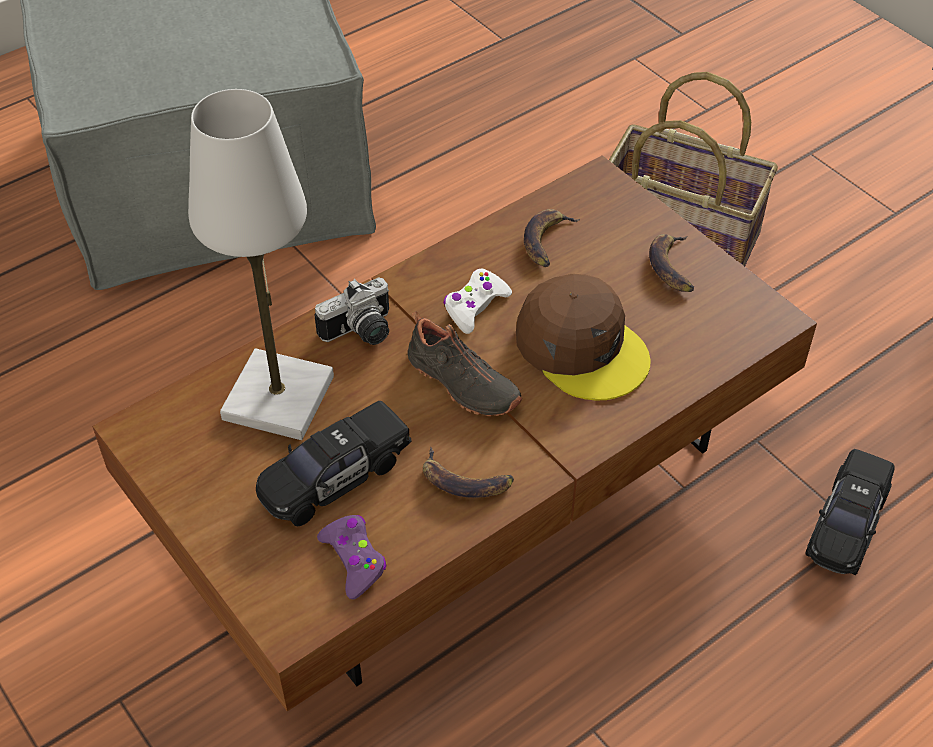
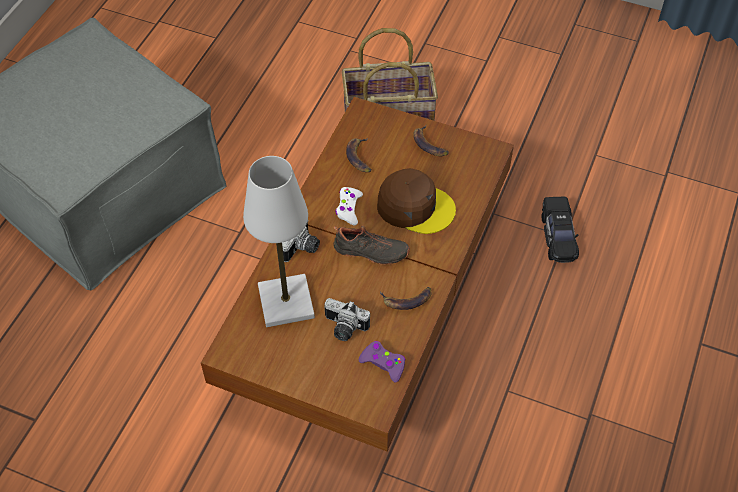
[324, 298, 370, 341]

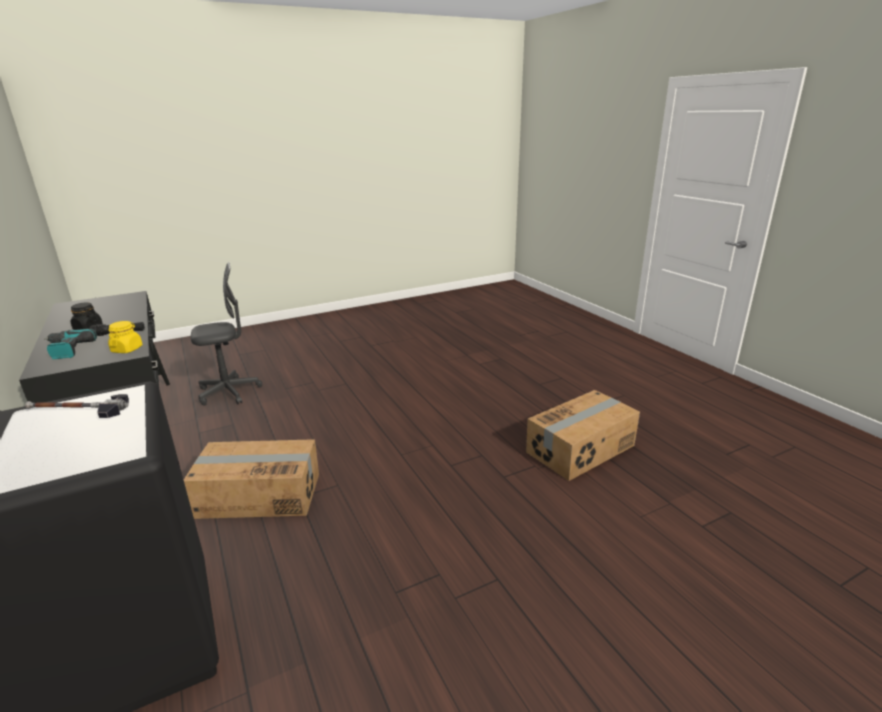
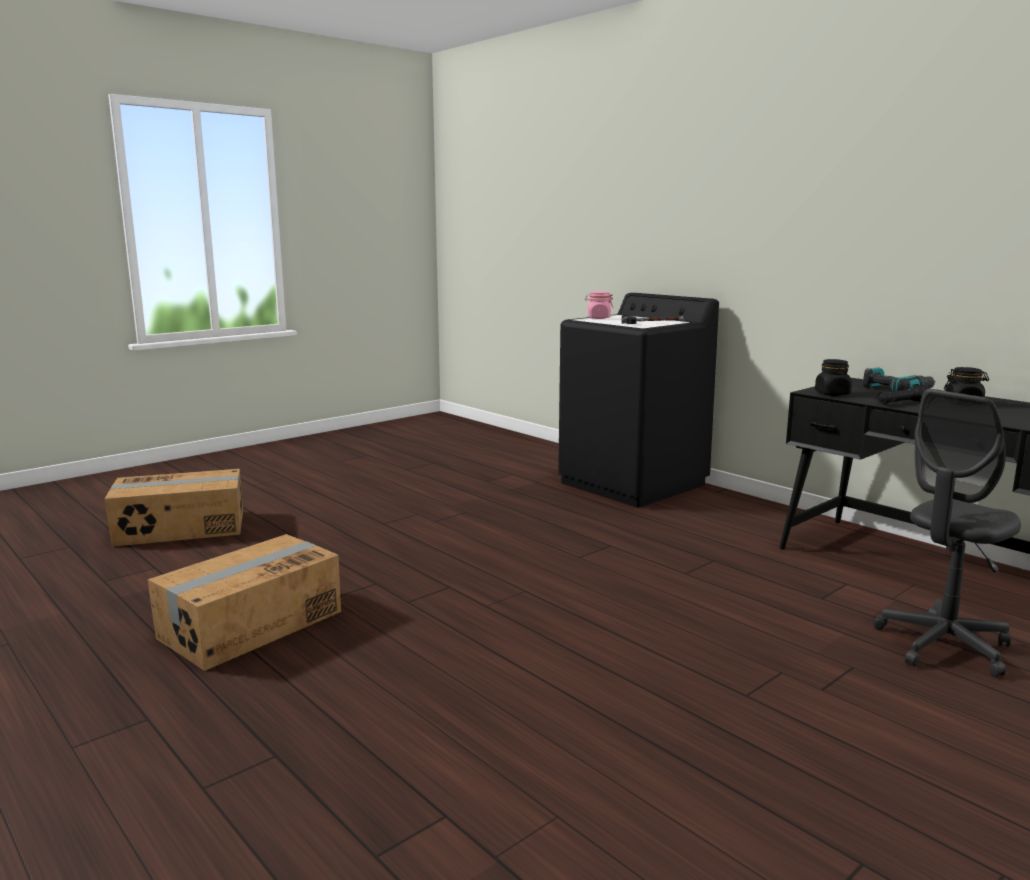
[105, 469, 243, 547]
[585, 291, 613, 319]
[815, 359, 852, 395]

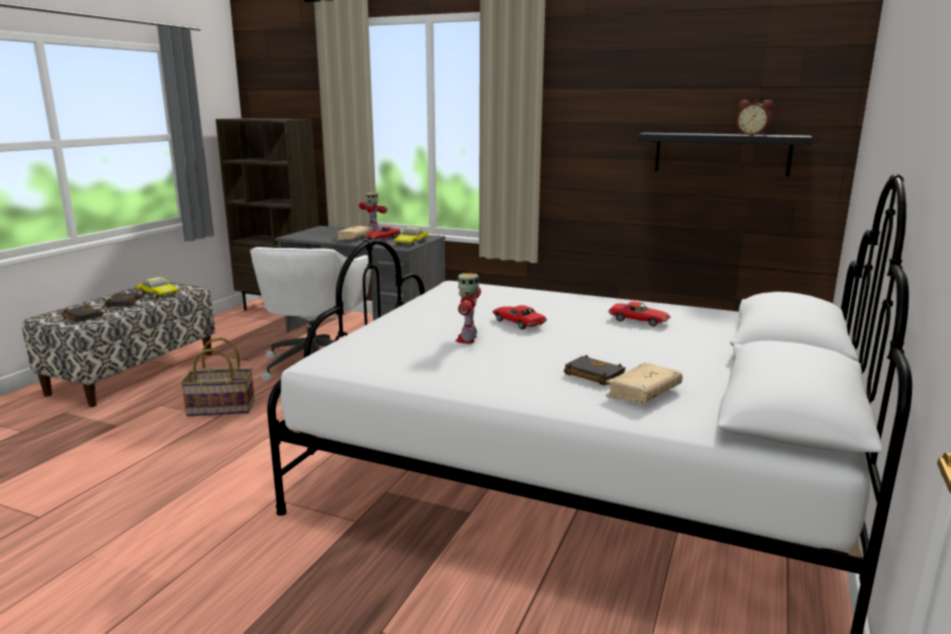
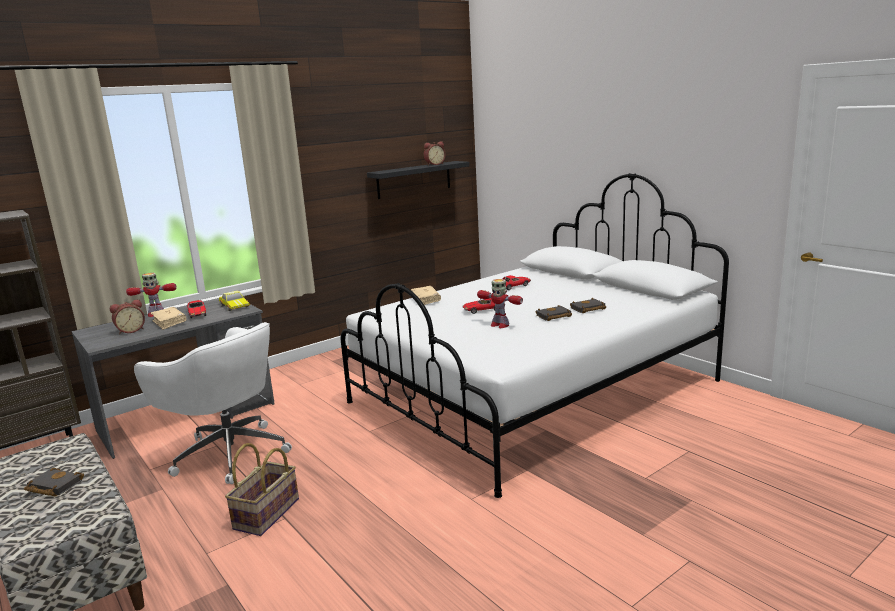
[110, 299, 145, 335]
[411, 286, 441, 305]
[535, 305, 572, 321]
[136, 277, 180, 298] (first image)

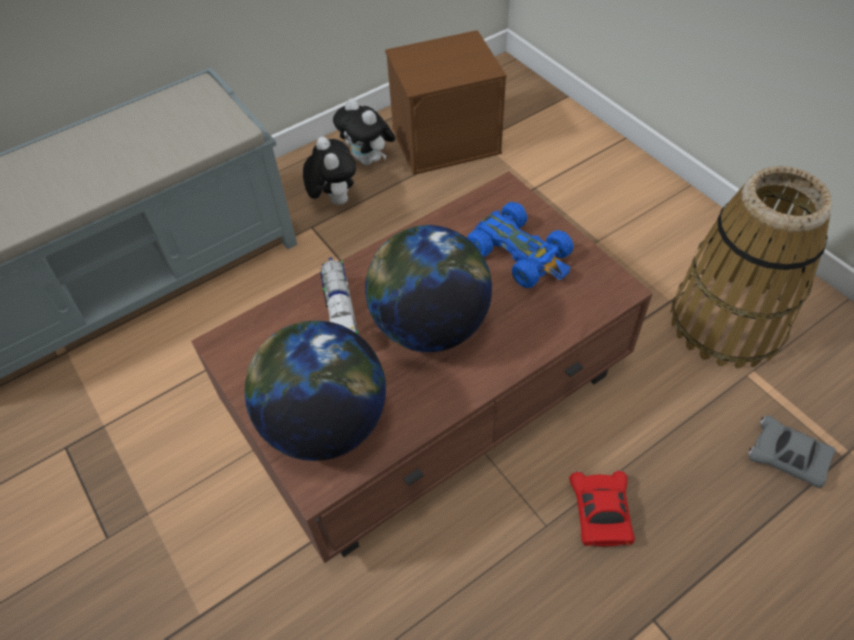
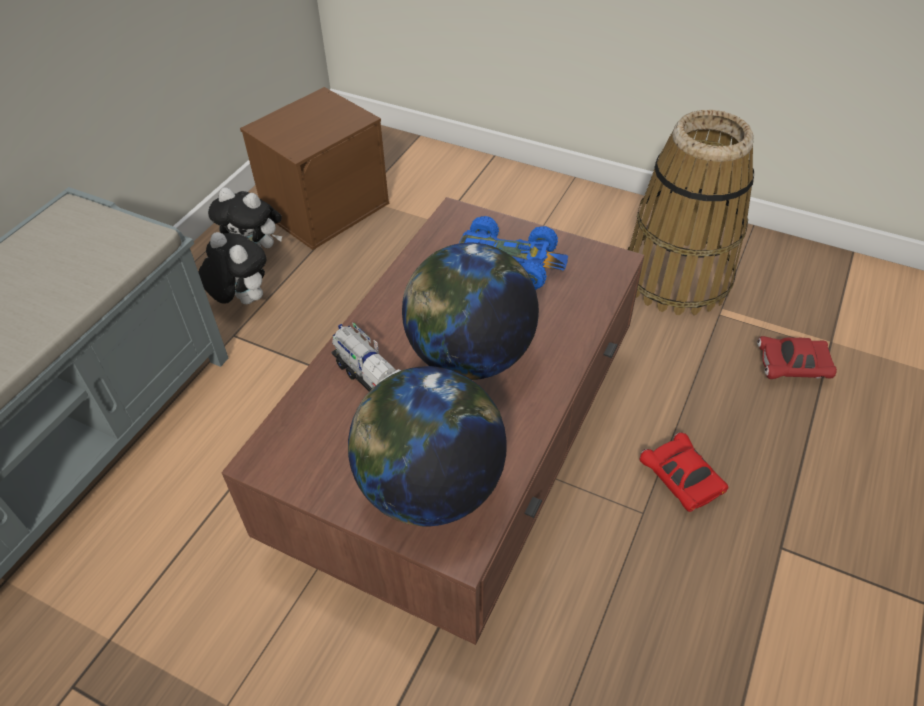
[757, 336, 837, 379]

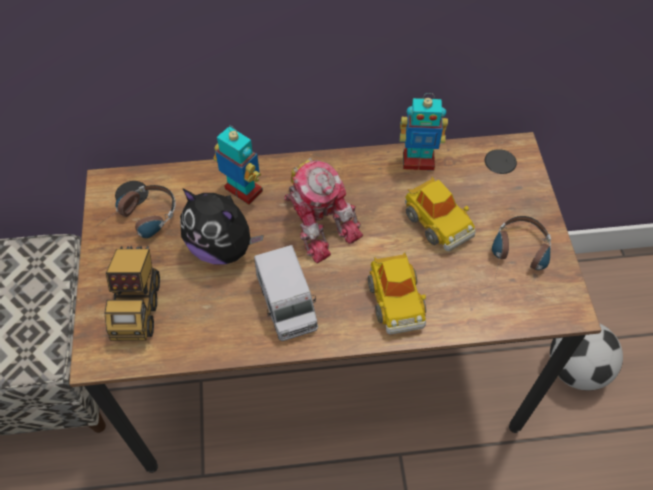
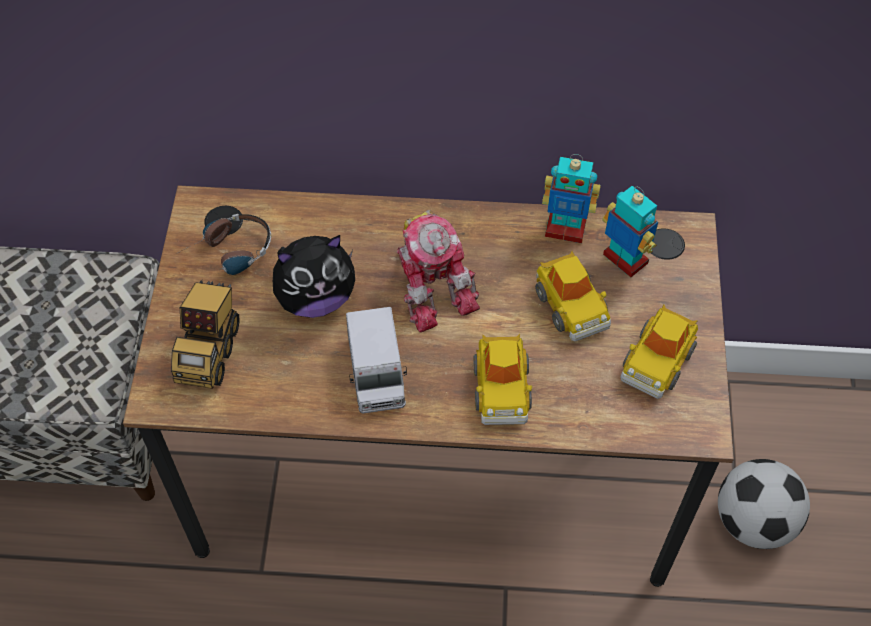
[273, 235, 355, 318]
[602, 186, 658, 277]
[620, 305, 698, 399]

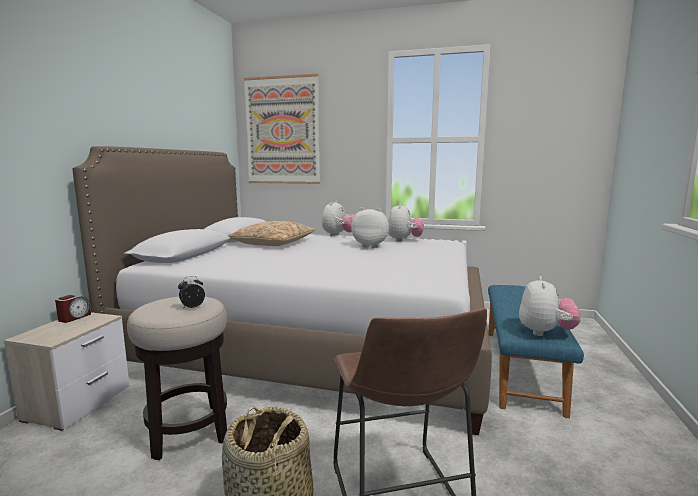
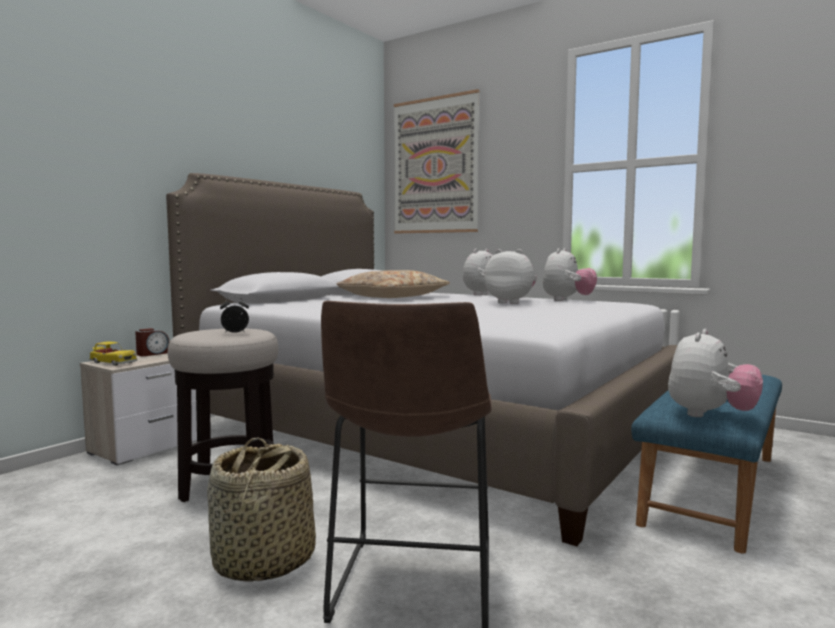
[89, 341, 137, 366]

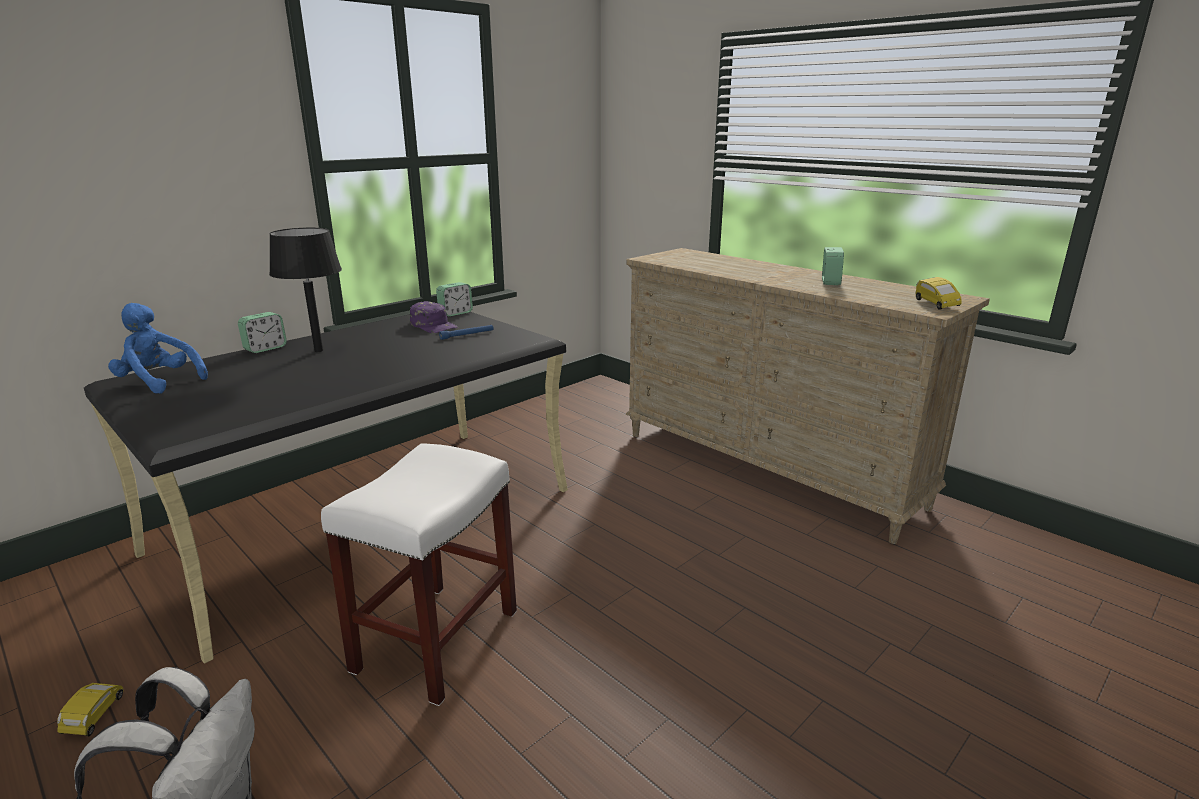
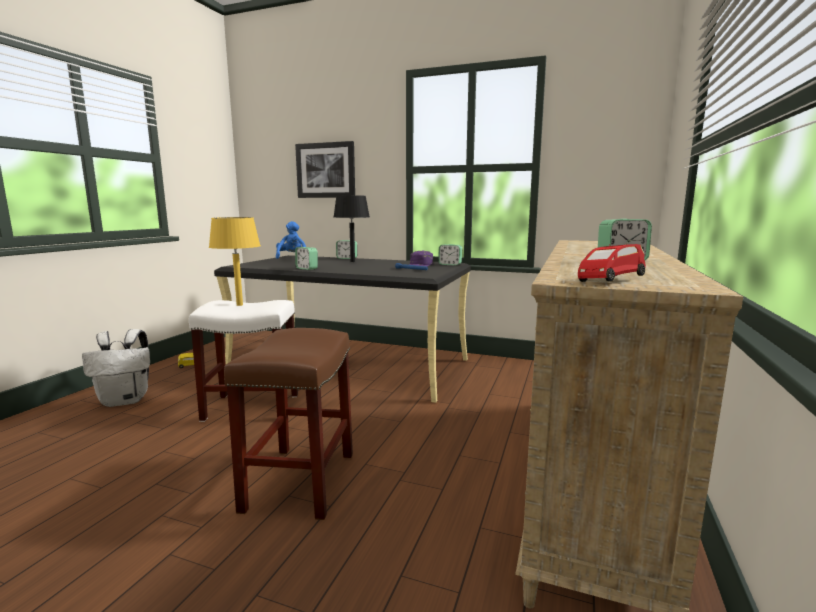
[209, 217, 261, 306]
[224, 328, 353, 520]
[295, 141, 355, 198]
[295, 247, 318, 270]
[578, 244, 646, 282]

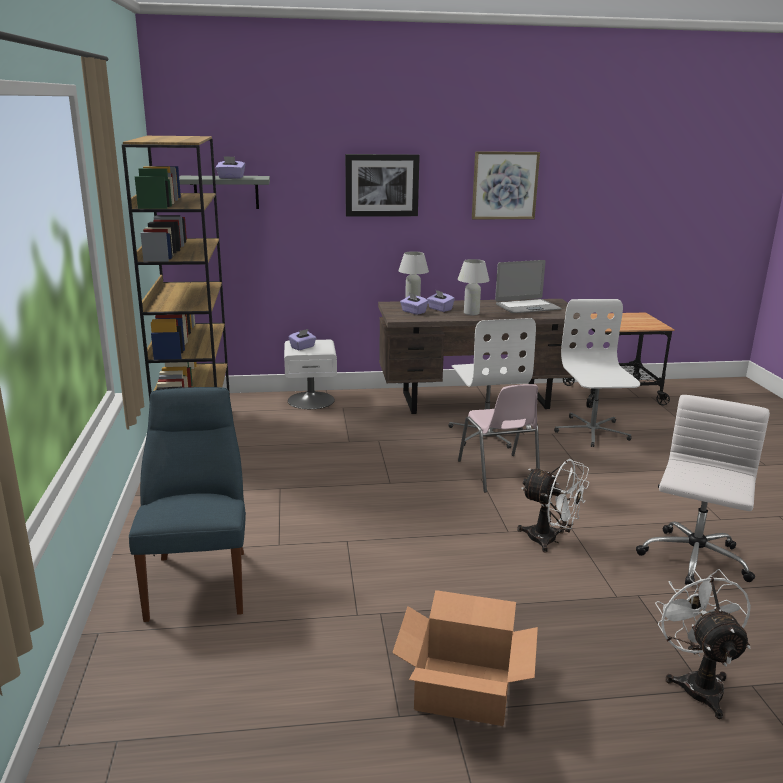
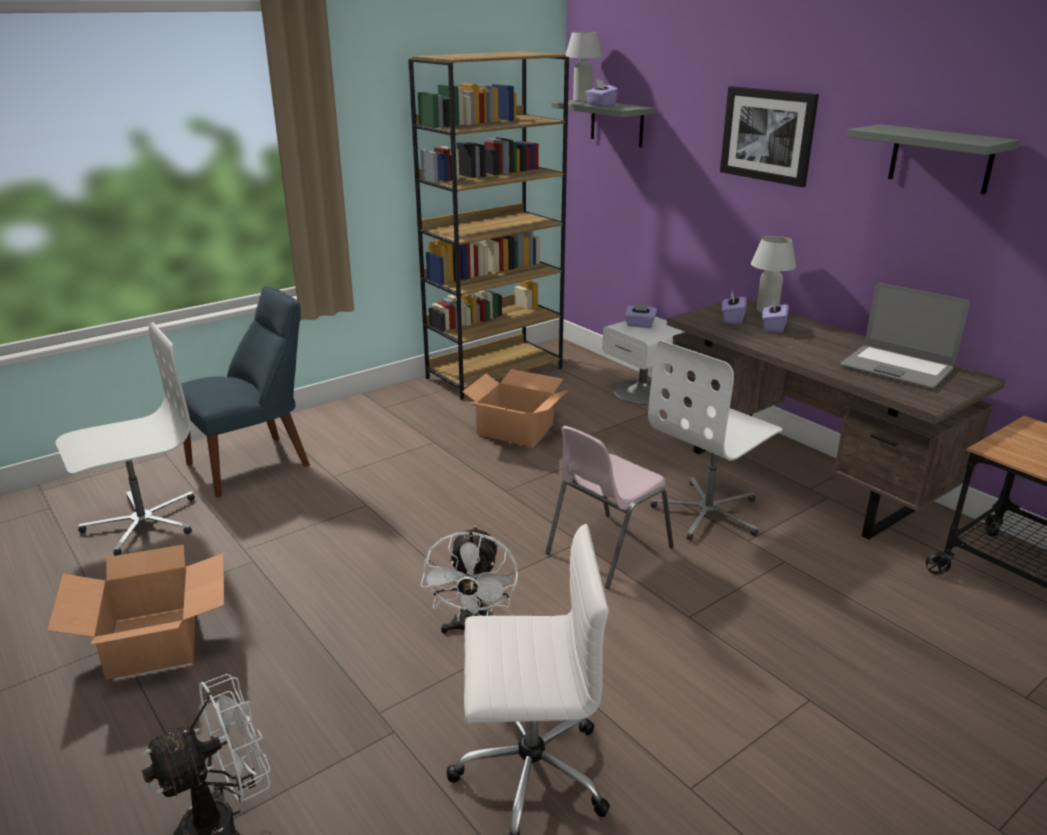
[55, 322, 195, 556]
[462, 369, 568, 447]
[566, 32, 603, 102]
[846, 124, 1020, 195]

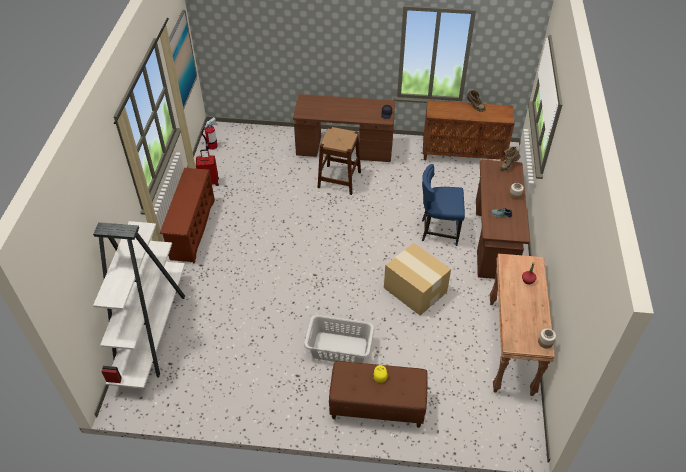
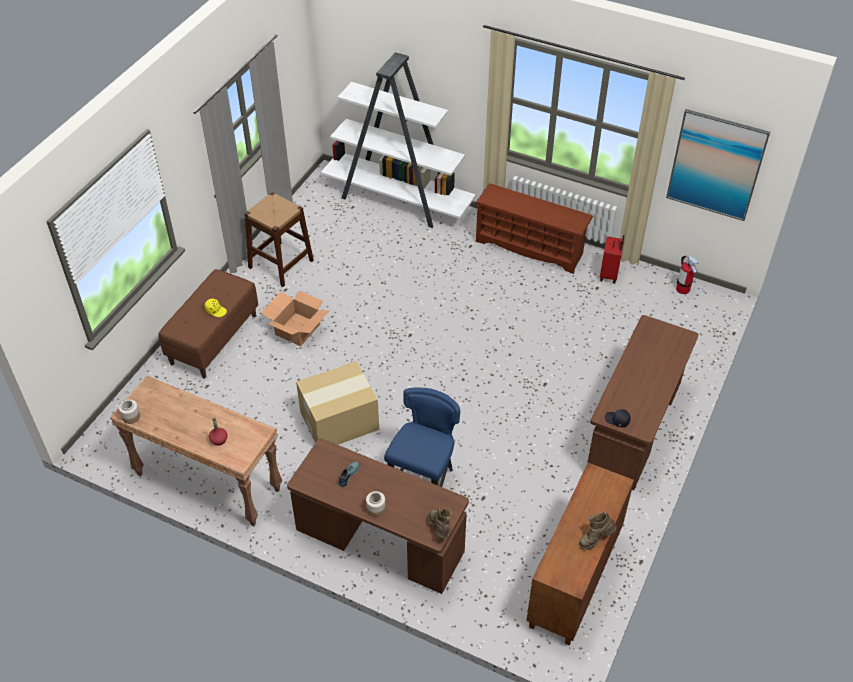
[245, 192, 314, 287]
[261, 291, 330, 346]

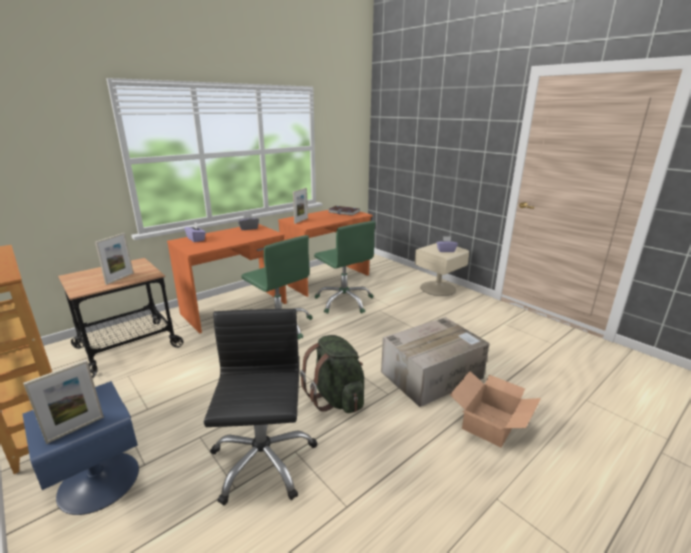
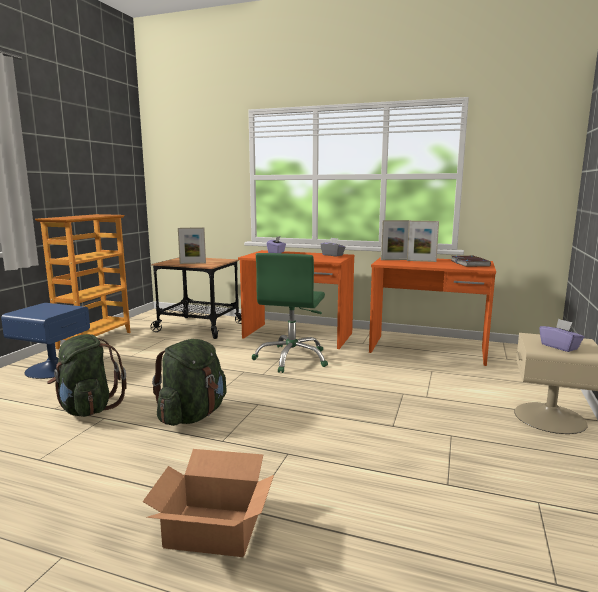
[47, 334, 127, 417]
[407, 221, 439, 262]
[314, 221, 375, 314] (first image)
[381, 317, 490, 407] (first image)

